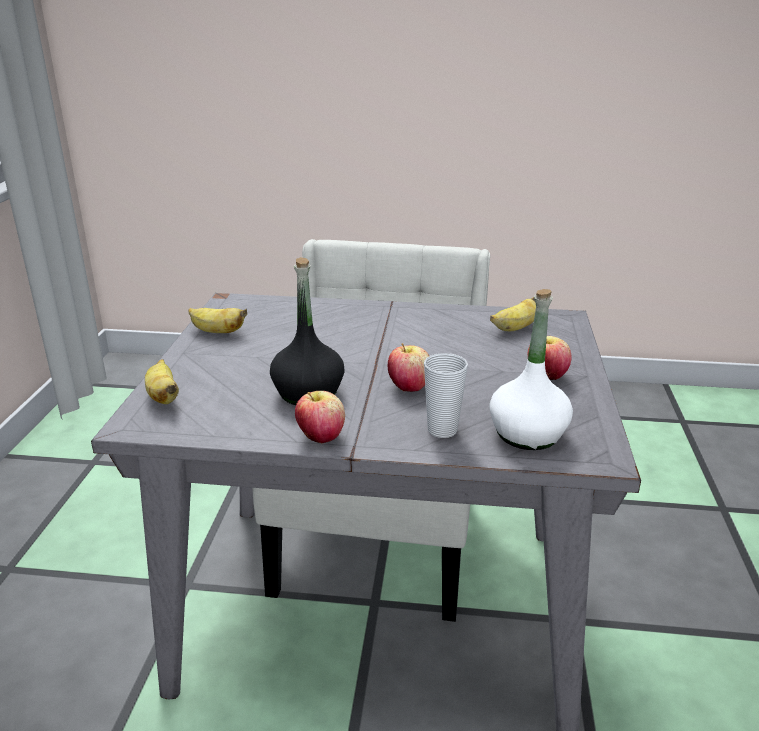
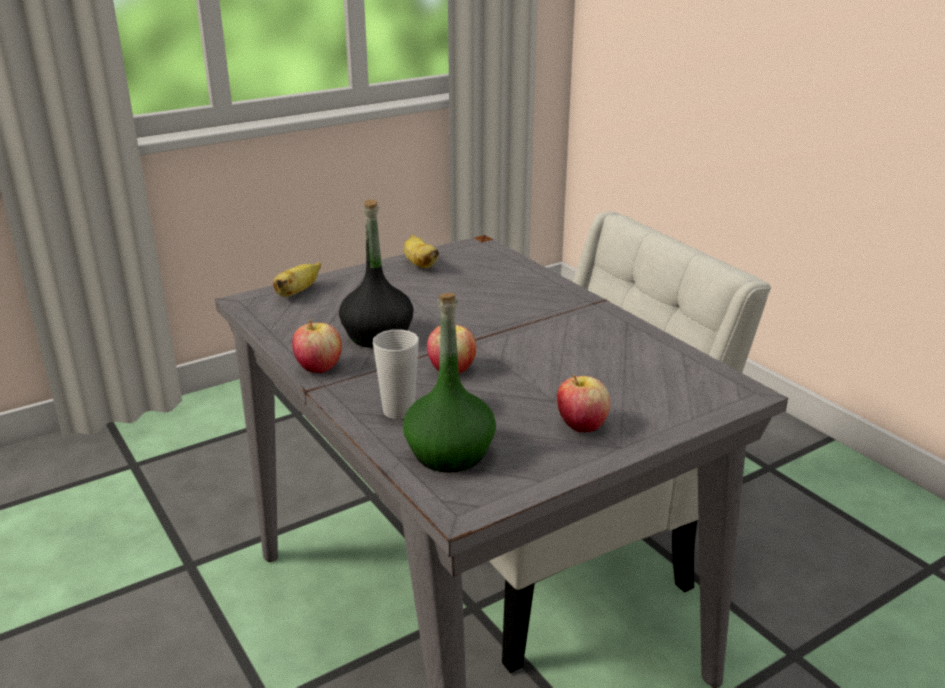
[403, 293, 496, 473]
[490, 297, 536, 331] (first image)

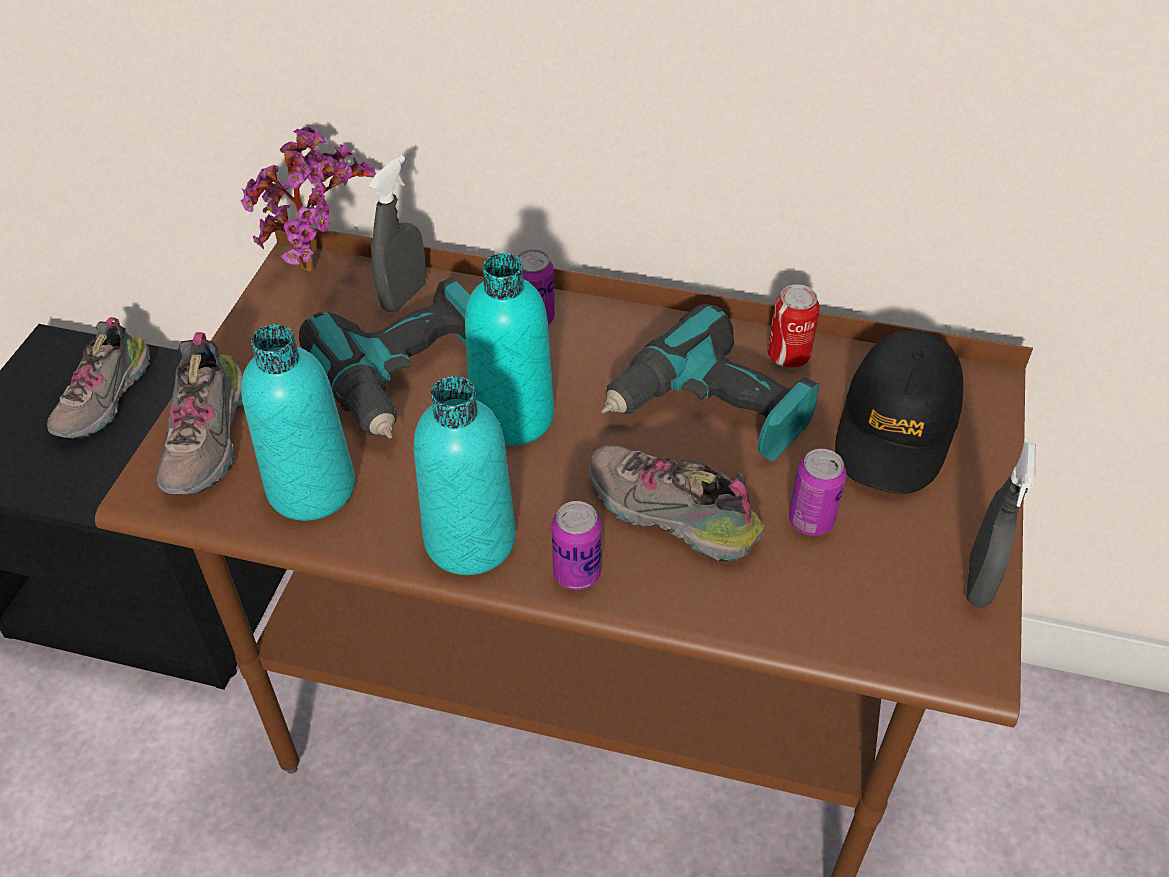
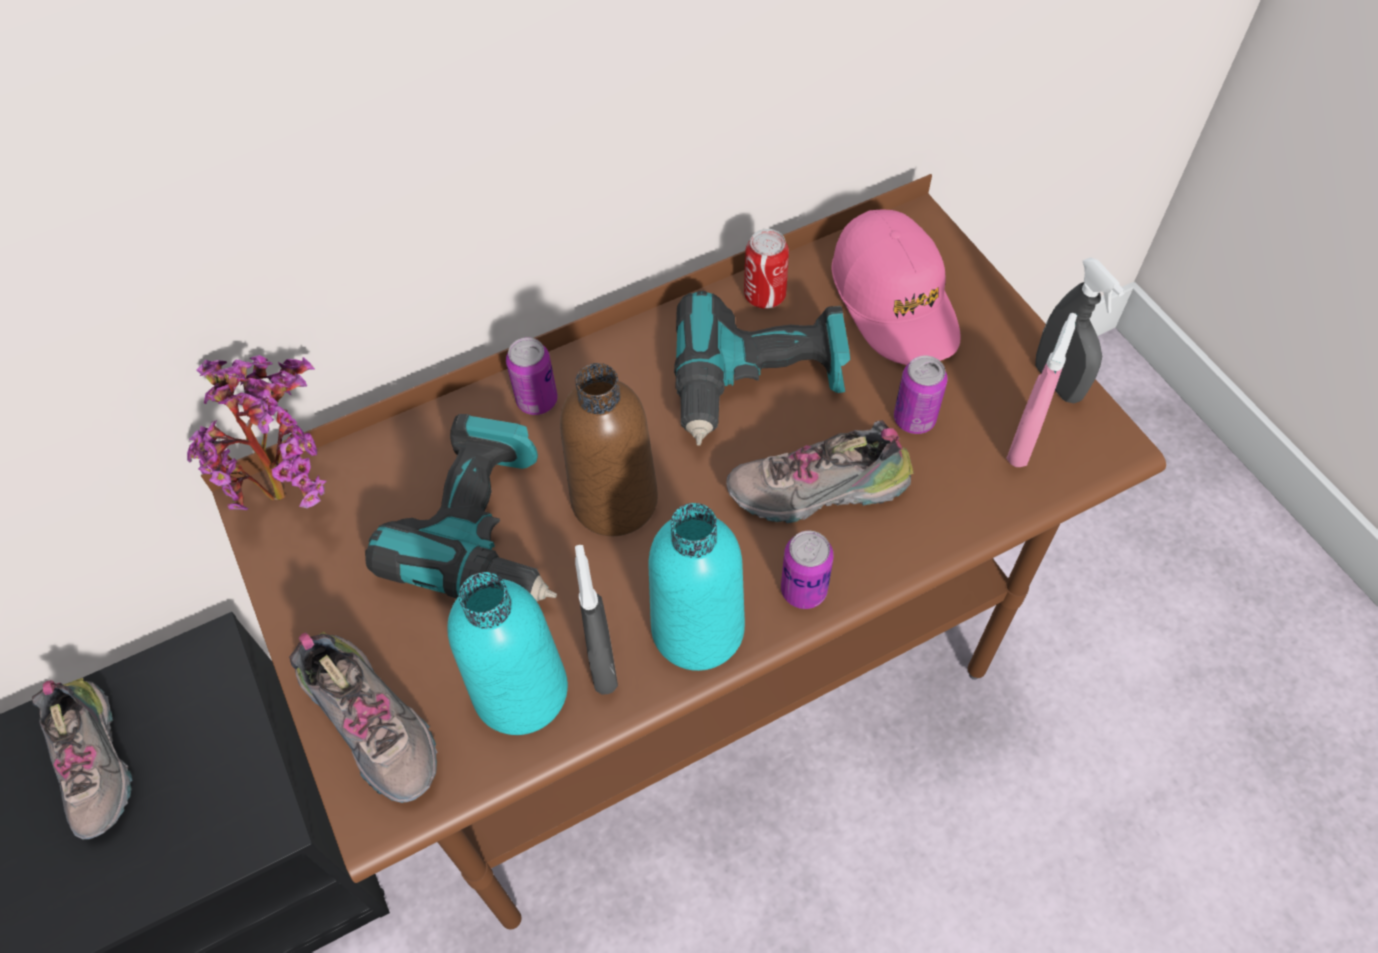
[560, 363, 658, 536]
[575, 545, 618, 695]
[832, 209, 961, 365]
[1007, 313, 1077, 467]

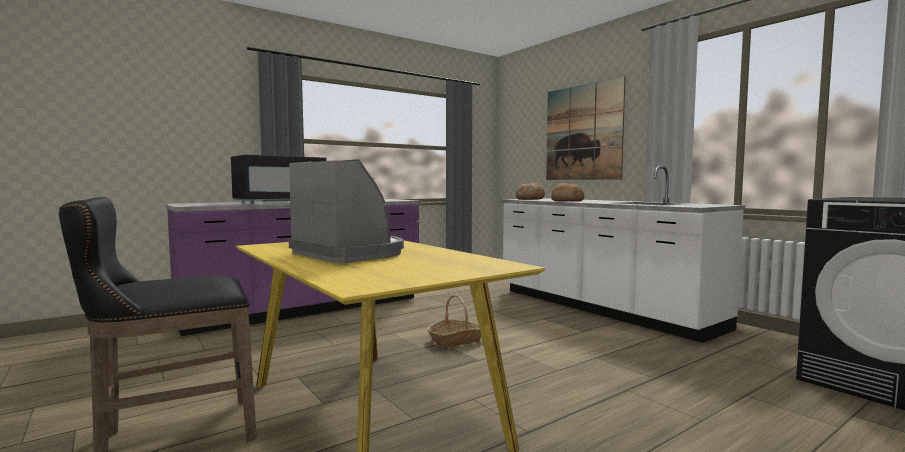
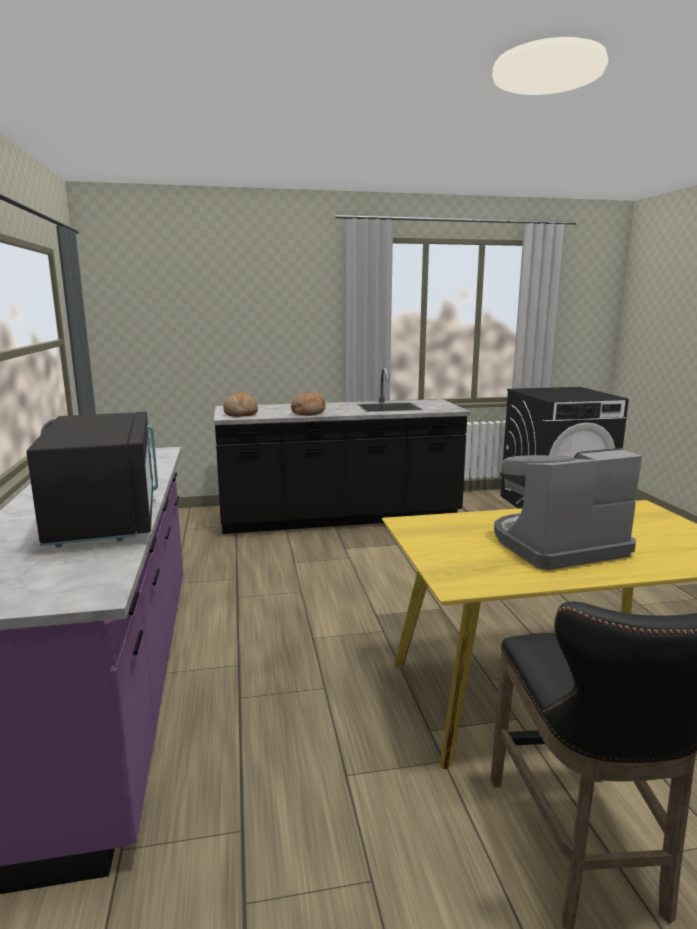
[214, 368, 470, 534]
[427, 295, 481, 348] (first image)
[546, 76, 625, 180] (first image)

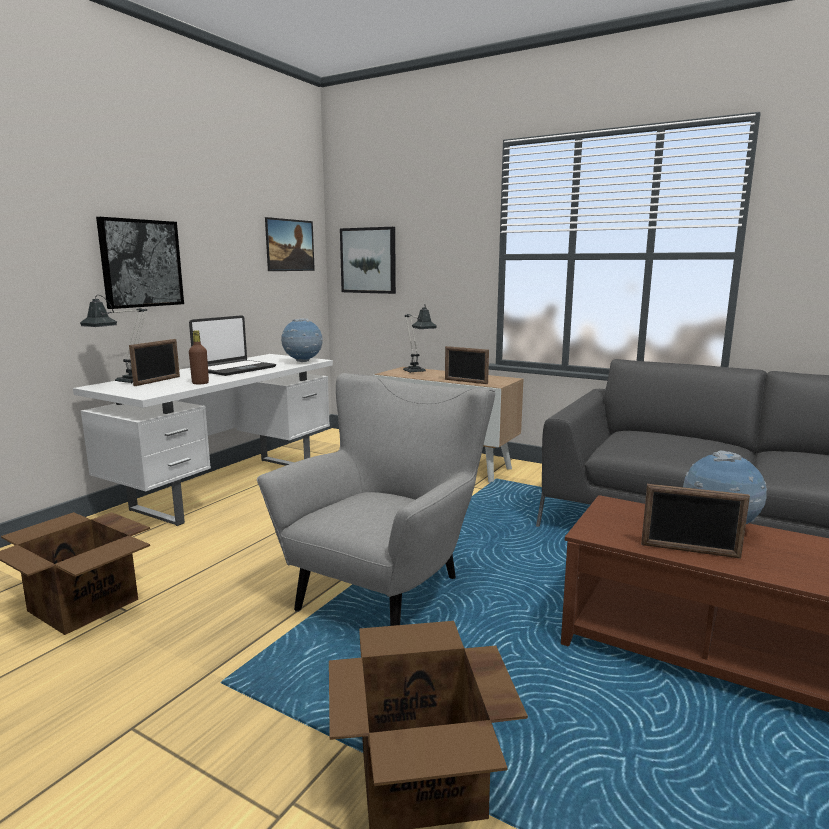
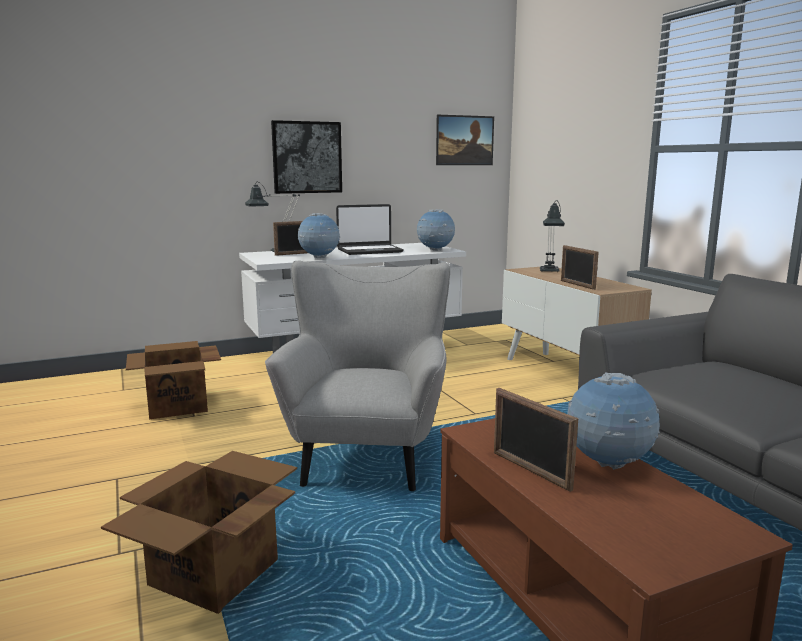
[265, 260, 450, 491]
[298, 213, 340, 258]
[340, 227, 396, 294] (first image)

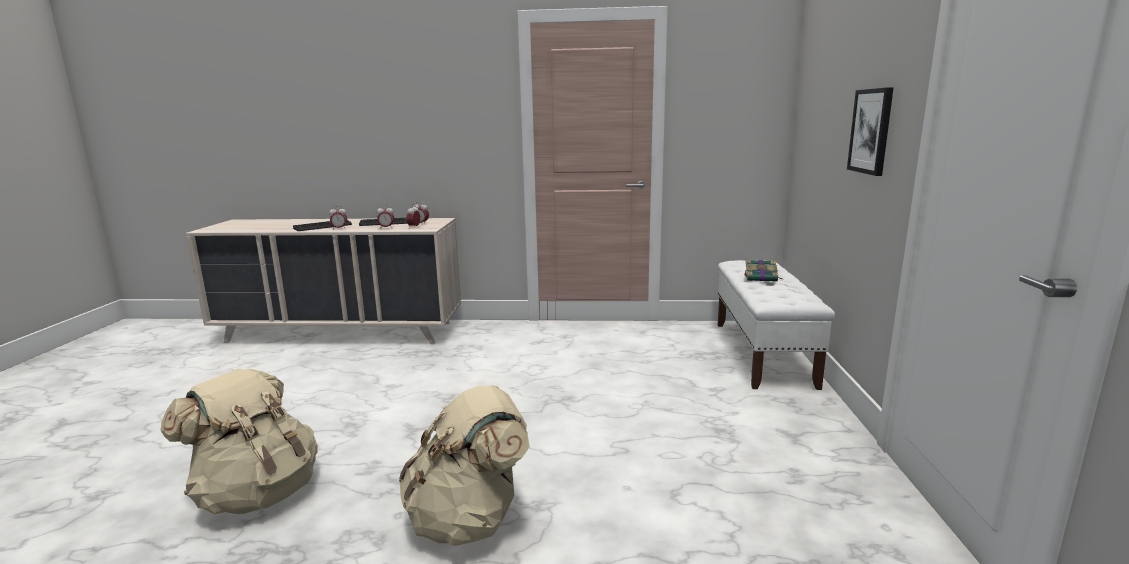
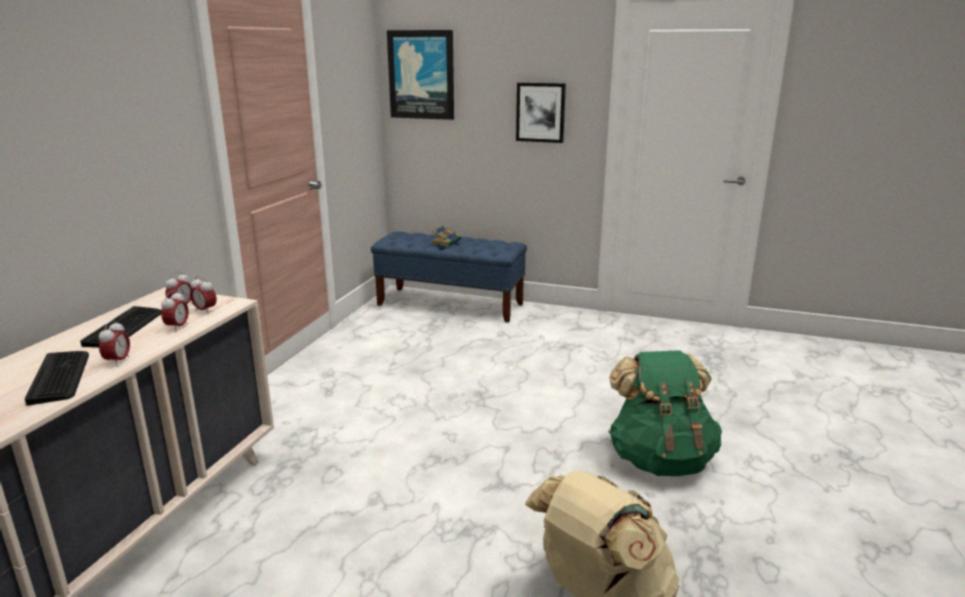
[371, 231, 527, 323]
[387, 30, 454, 120]
[608, 350, 722, 476]

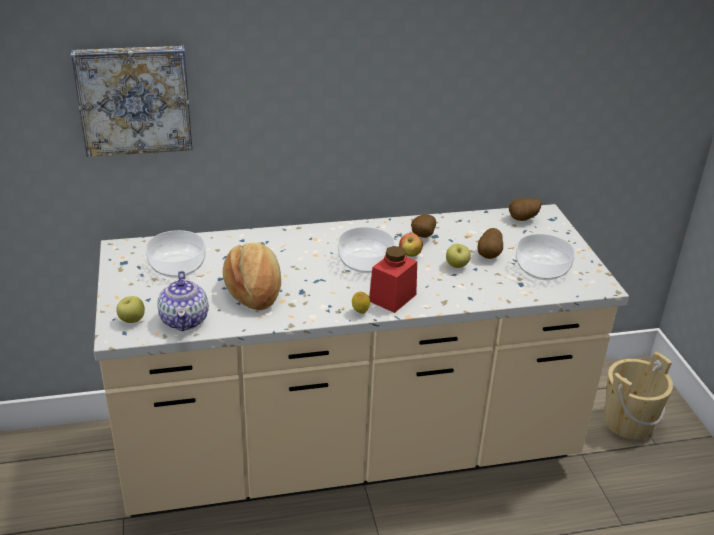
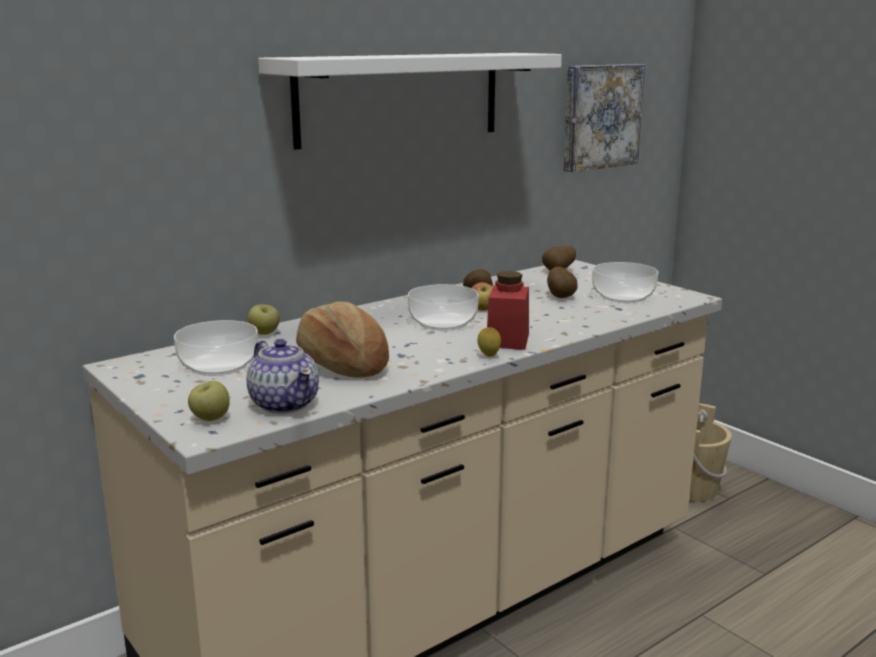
[248, 304, 280, 335]
[258, 53, 562, 150]
[563, 64, 645, 172]

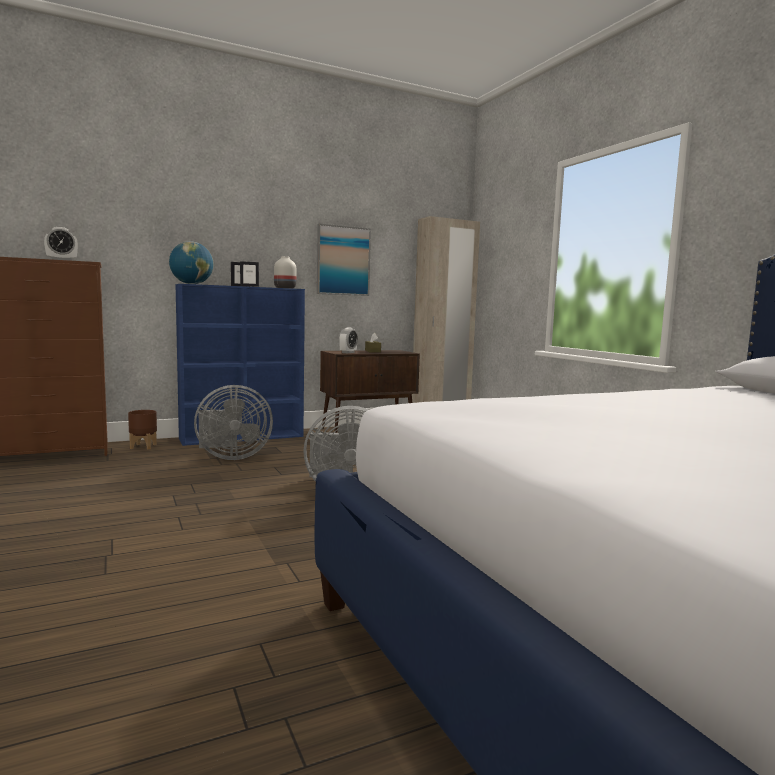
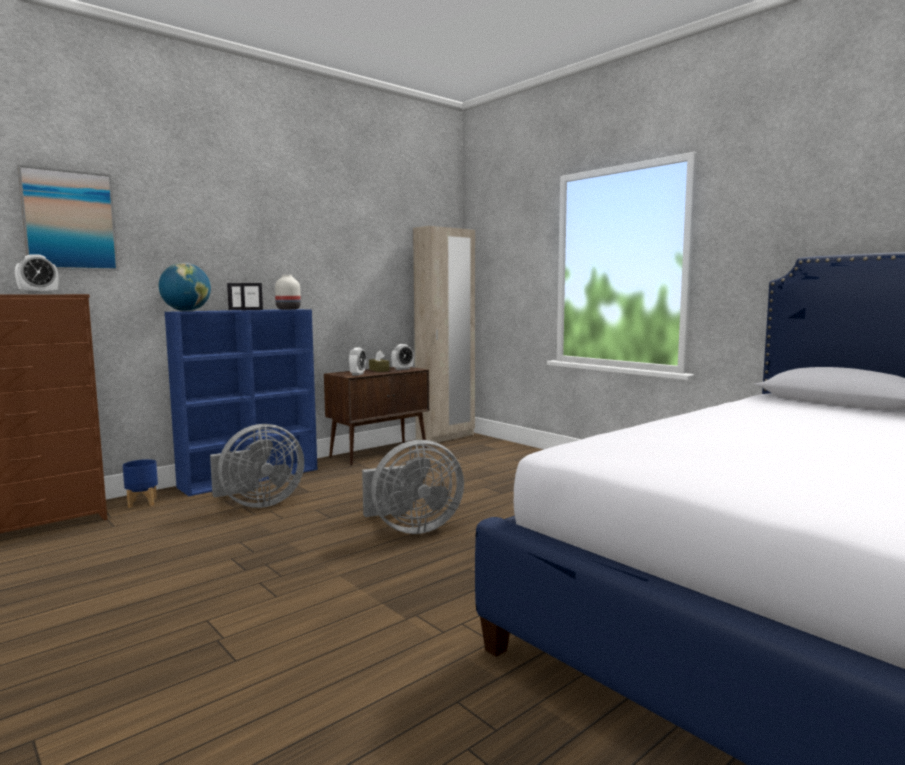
[17, 164, 119, 271]
[123, 459, 158, 508]
[391, 344, 414, 370]

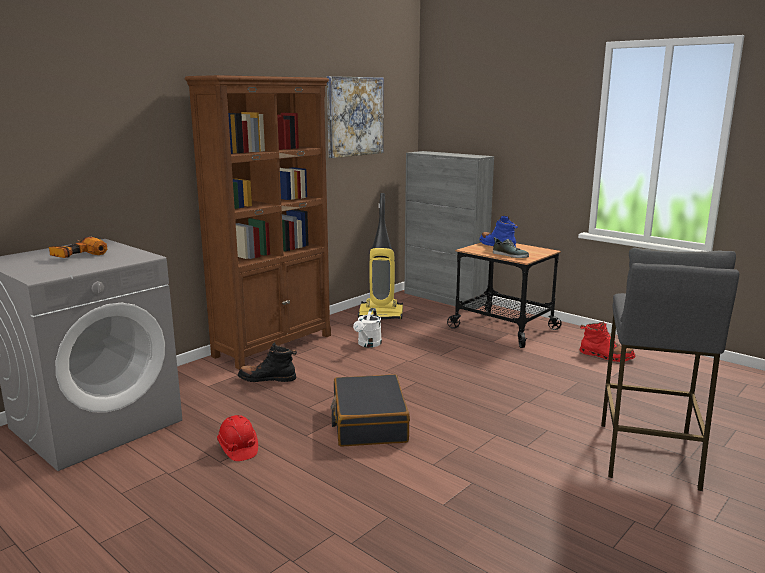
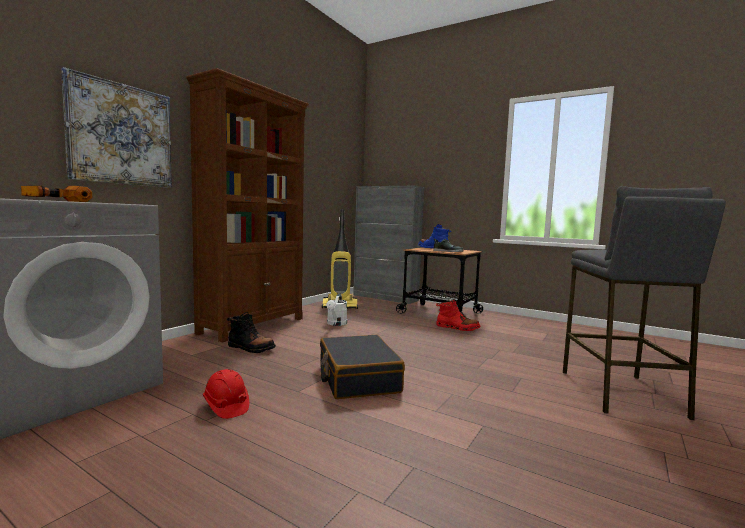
[61, 67, 172, 188]
[227, 312, 276, 353]
[436, 300, 481, 331]

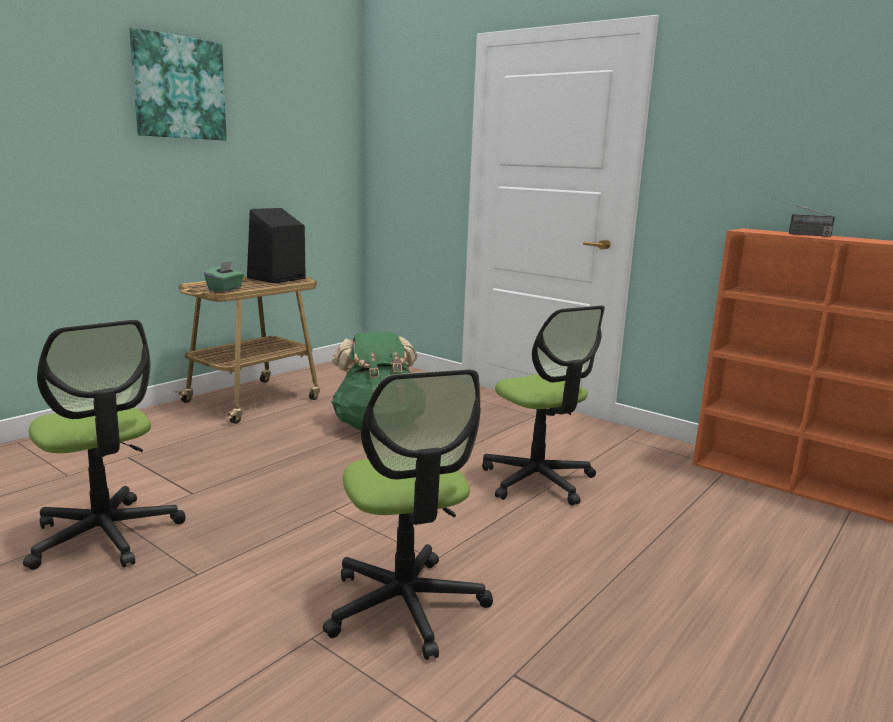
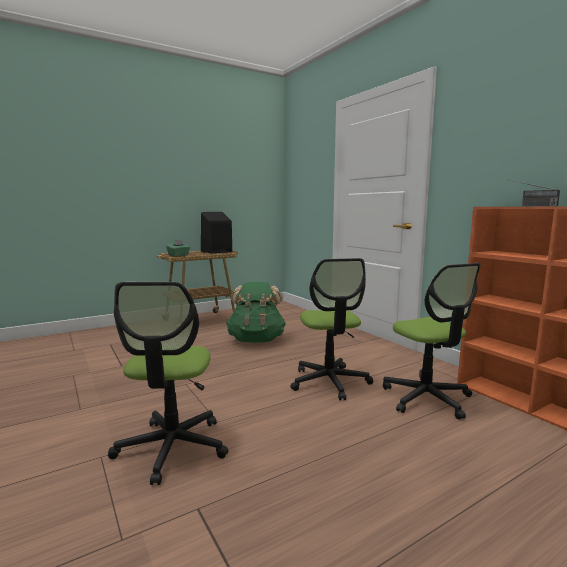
[383, 263, 481, 420]
[129, 27, 227, 141] (first image)

